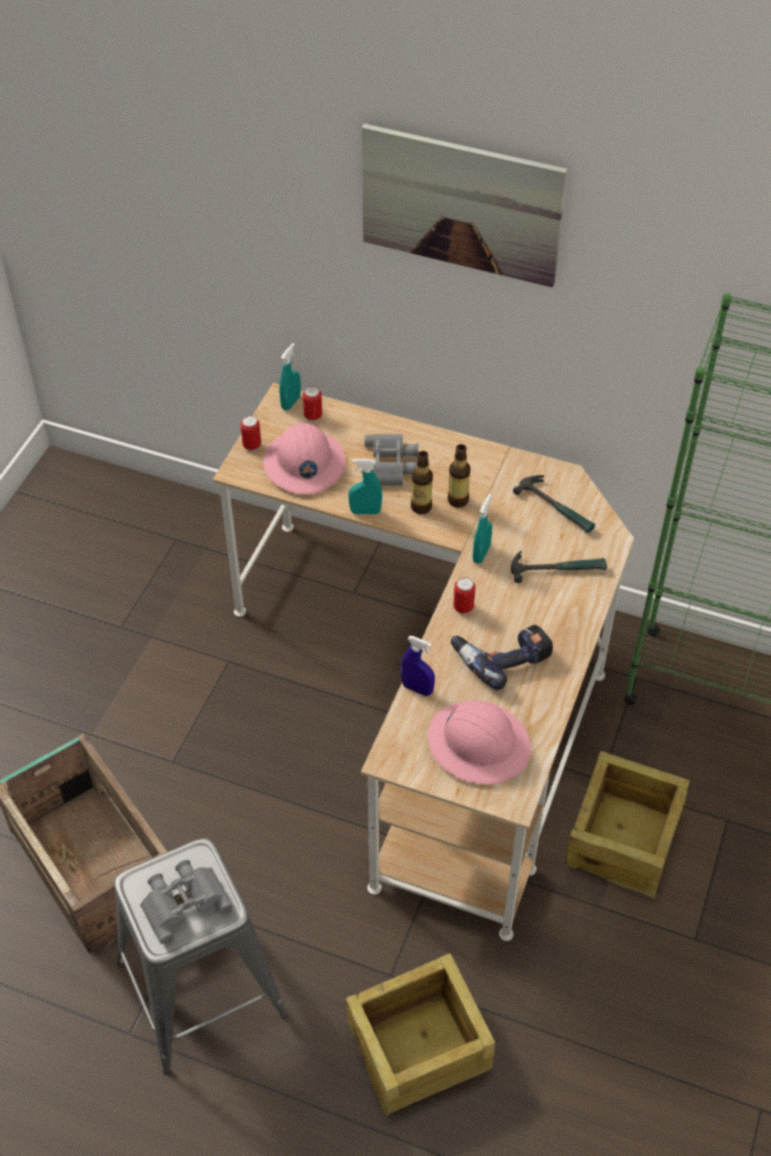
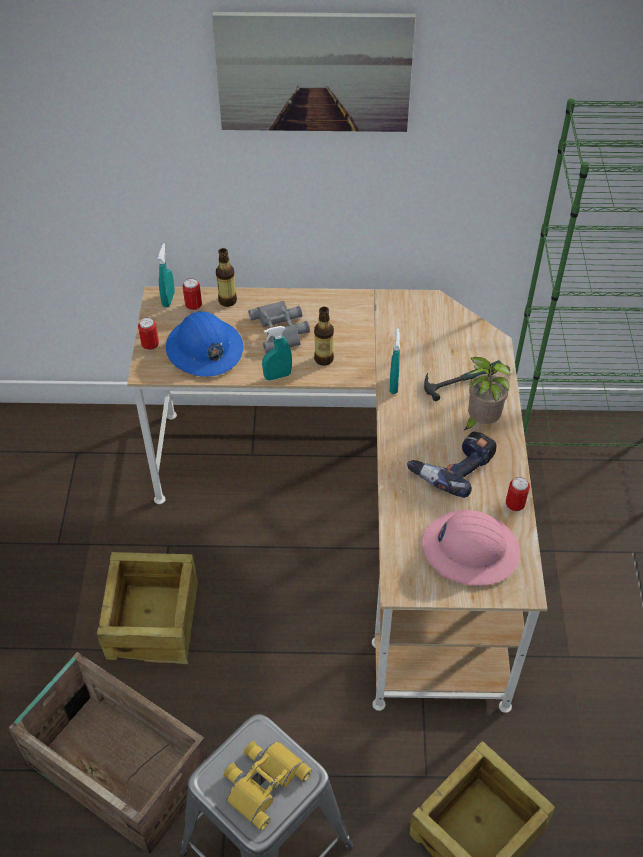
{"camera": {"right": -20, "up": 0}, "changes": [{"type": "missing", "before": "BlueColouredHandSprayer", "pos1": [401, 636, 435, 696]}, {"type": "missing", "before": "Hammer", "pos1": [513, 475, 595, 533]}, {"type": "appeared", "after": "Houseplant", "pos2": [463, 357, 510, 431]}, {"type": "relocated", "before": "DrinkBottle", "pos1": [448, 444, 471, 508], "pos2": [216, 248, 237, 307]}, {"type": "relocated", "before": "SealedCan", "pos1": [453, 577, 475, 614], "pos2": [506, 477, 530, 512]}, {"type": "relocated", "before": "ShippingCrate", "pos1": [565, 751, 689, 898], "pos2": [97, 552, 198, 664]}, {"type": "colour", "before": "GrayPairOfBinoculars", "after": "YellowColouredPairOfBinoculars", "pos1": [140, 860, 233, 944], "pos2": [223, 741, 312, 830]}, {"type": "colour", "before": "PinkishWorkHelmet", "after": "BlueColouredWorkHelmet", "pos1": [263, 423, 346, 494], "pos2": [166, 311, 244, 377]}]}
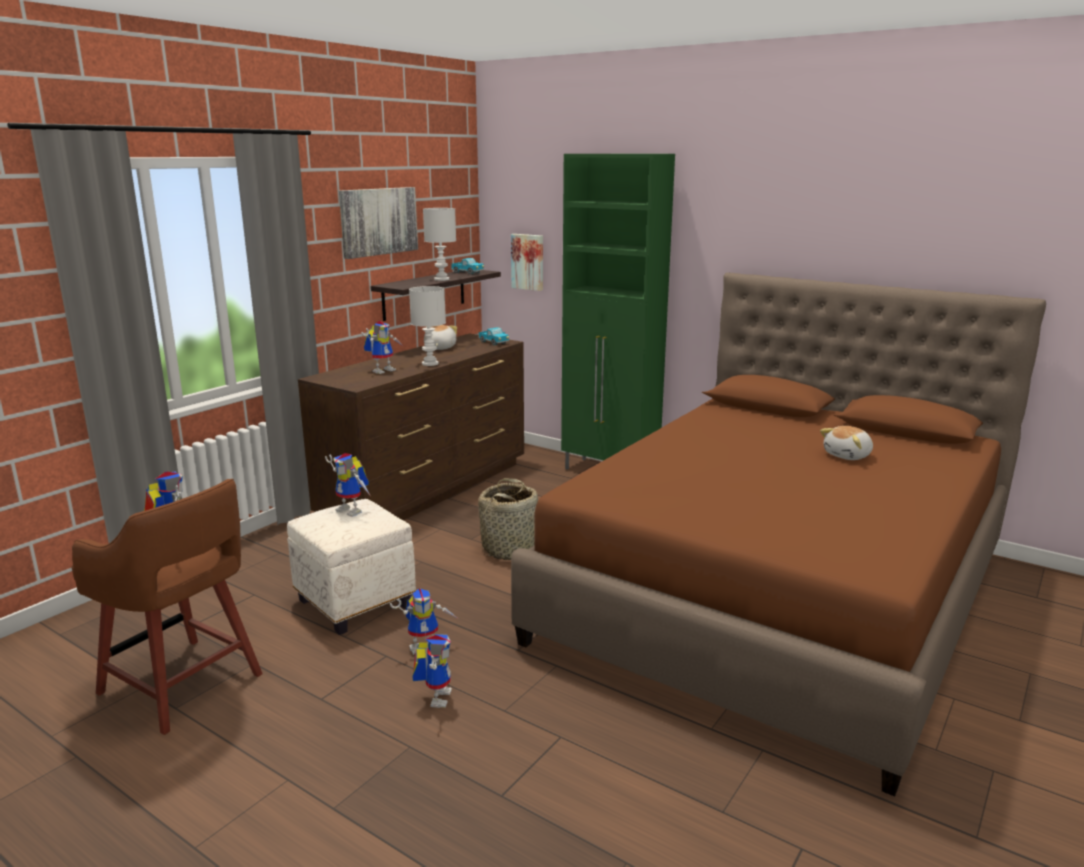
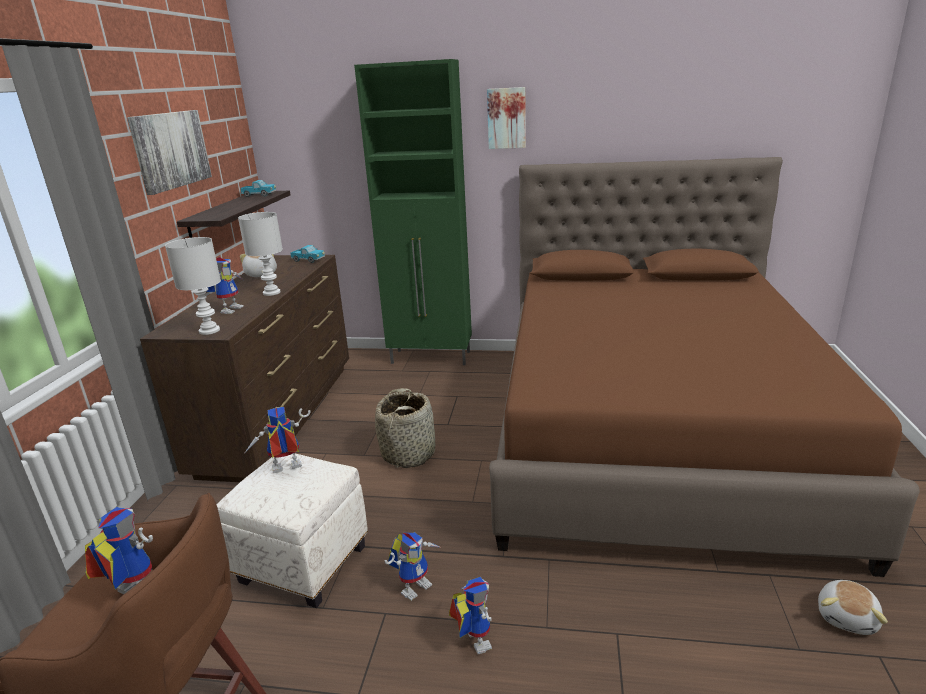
{"camera": {"right": -25, "up": 5}, "changes": [{"type": "relocated", "before": "WhiteTableLamp", "pos1": [423, 208, 456, 281], "pos2": [165, 237, 221, 335]}, {"type": "relocated", "before": "WallArt", "pos1": [511, 234, 543, 291], "pos2": [487, 87, 526, 149]}, {"type": "relocated", "before": "CuddlyToy", "pos1": [820, 426, 873, 460], "pos2": [818, 580, 888, 635]}, {"type": "spun", "before": "RobotFigure", "pos1": [325, 453, 370, 517], "pos2": [245, 407, 311, 473], "turn": 150}]}
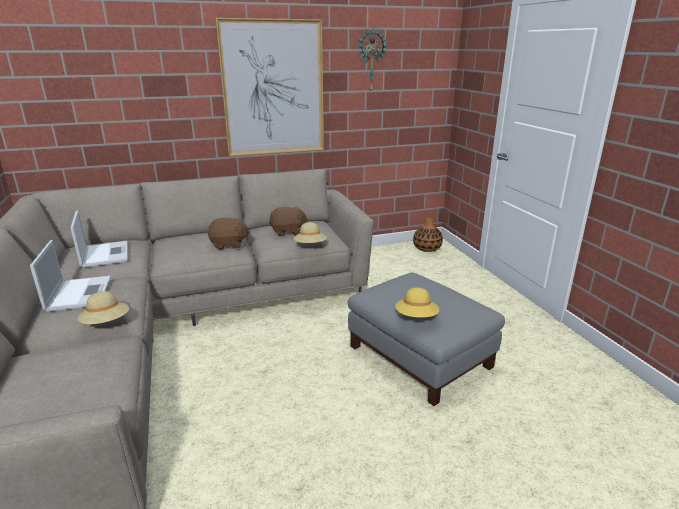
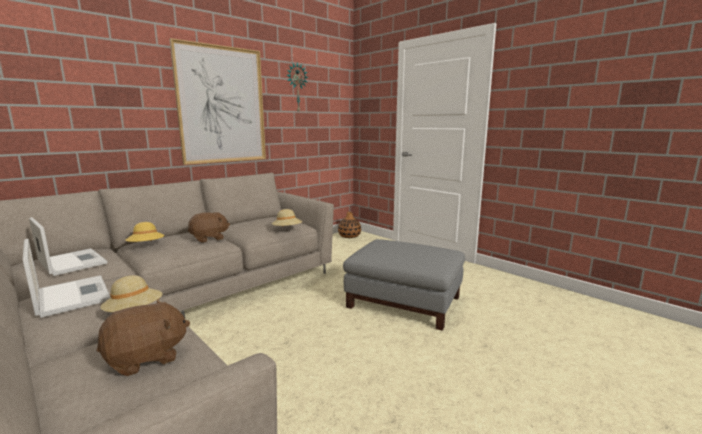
{"camera": {"right": -25, "up": -10}, "changes": [{"type": "relocated", "before": "BrownColouredCuddlyToy", "pos1": [269, 206, 309, 236], "pos2": [97, 299, 190, 376]}, {"type": "relocated", "before": "YellowColouredClothingHat", "pos1": [395, 287, 439, 318], "pos2": [126, 222, 165, 242]}]}
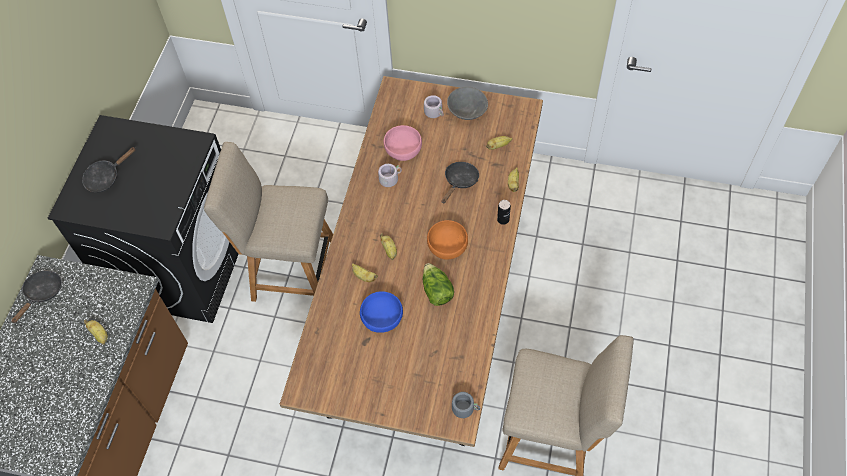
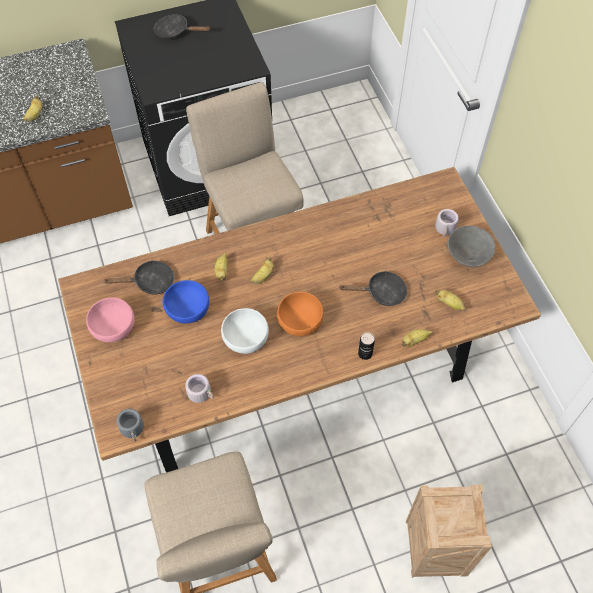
{"camera": {"right": 55, "up": 0}, "changes": [{"type": "appeared", "after": "ShippingCrate", "pos2": [406, 484, 492, 578]}, {"type": "relocated", "before": "BlackColouredSkillet", "pos1": [12, 270, 62, 323], "pos2": [103, 260, 174, 295]}, {"type": "relocated", "before": "GrayMug", "pos1": [378, 164, 402, 187], "pos2": [185, 374, 214, 403]}, {"type": "relocated", "before": "PinkishBowl", "pos1": [384, 125, 422, 161], "pos2": [86, 298, 135, 342]}, {"type": "exchanged", "before": "LettuceHead", "after": "WhiteBowl", "pos1": [423, 263, 454, 306], "pos2": [221, 308, 269, 354]}]}
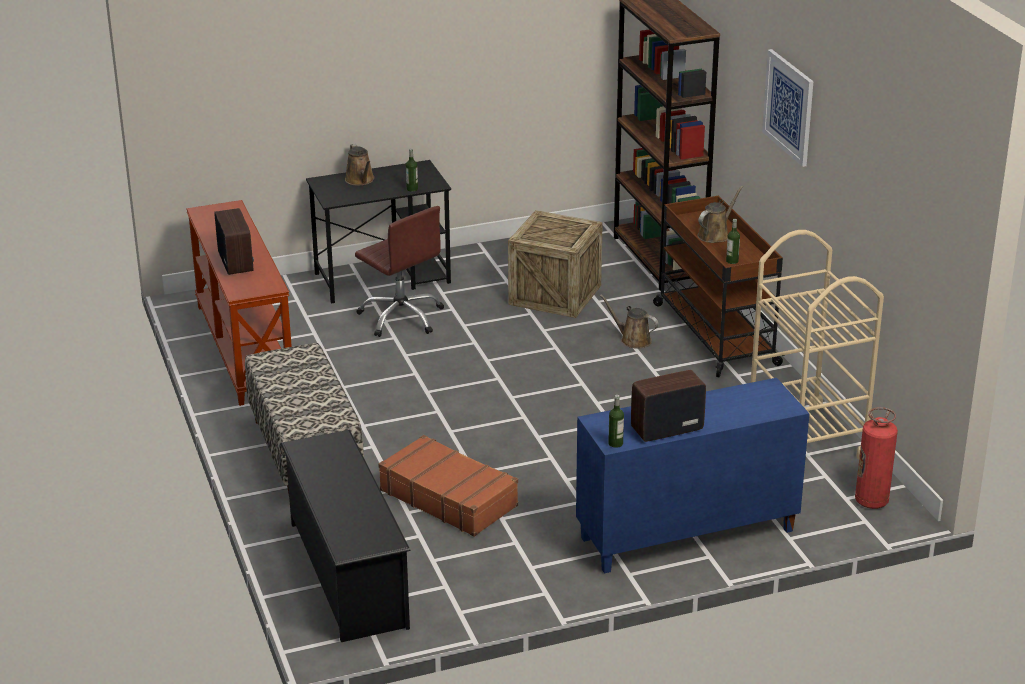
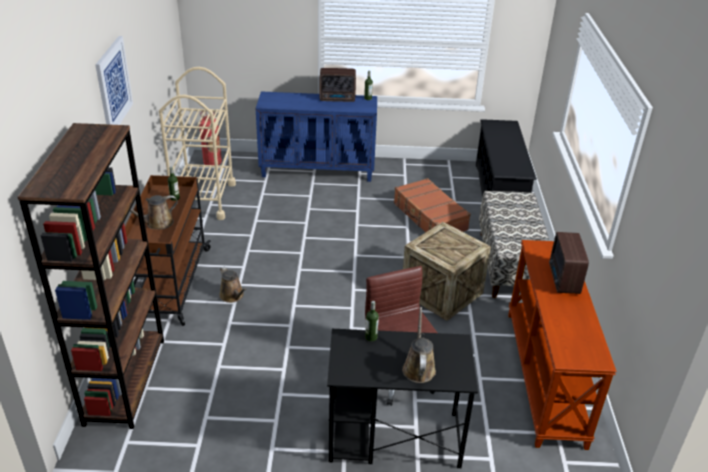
{"camera": {"right": -160, "up": 5}, "changes": [{"type": "relocated", "before": "ShippingCrate", "pos1": [508, 210, 603, 318], "pos2": [403, 222, 491, 321]}]}
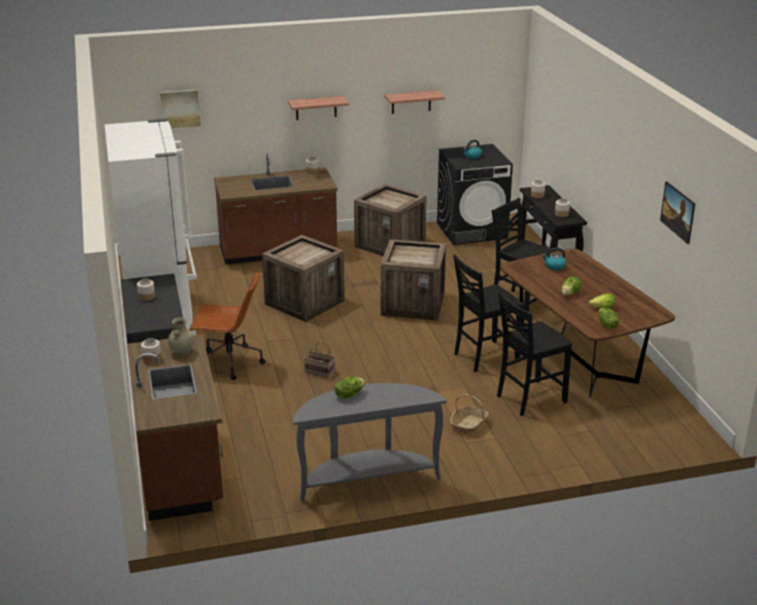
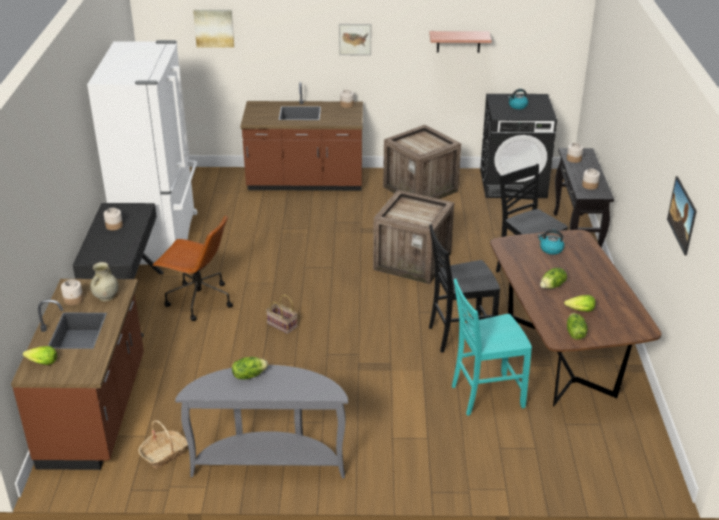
{"camera": {"right": 15, "up": 5}, "changes": [{"type": "missing", "before": "ShippingCrate", "pos1": [262, 235, 345, 322]}, {"type": "appeared", "after": "LettuceHead", "pos2": [23, 346, 57, 365]}, {"type": "relocated", "before": "HouseholdBasket", "pos1": [450, 394, 489, 435], "pos2": [138, 420, 188, 469]}, {"type": "exchanged", "before": "BracketShelf", "after": "WallArt", "pos1": [288, 96, 349, 120], "pos2": [339, 24, 371, 55]}, {"type": "colour", "before": "BlackColouredUprightChair", "after": "TurquoiseColouredUprightChair", "pos1": [497, 292, 572, 416], "pos2": [452, 279, 532, 416]}]}
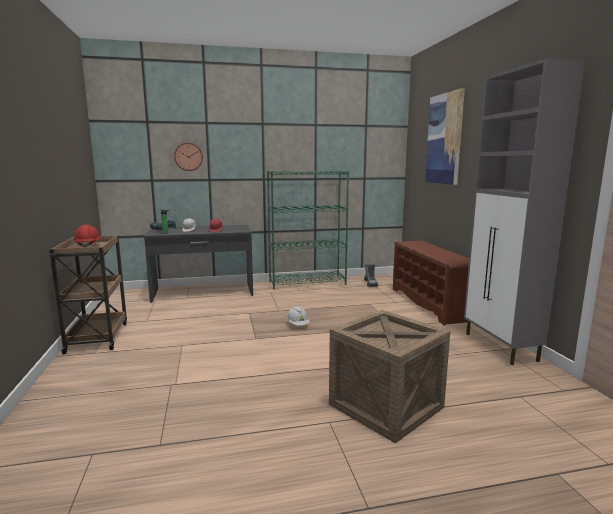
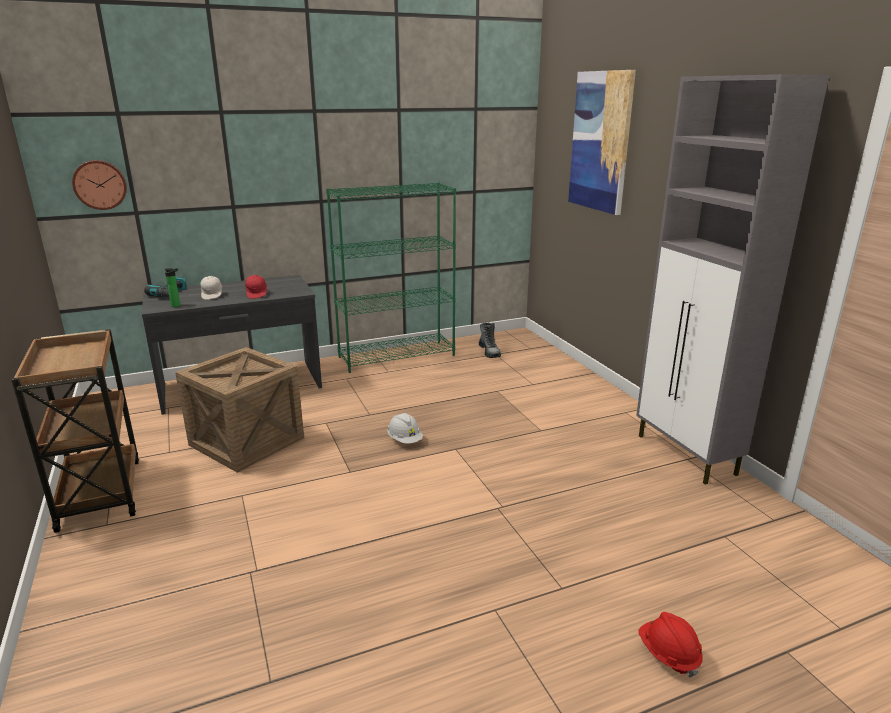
{"camera": {"right": -10, "up": 10}, "changes": [{"type": "missing", "before": "BrownColouredShoeRack", "pos1": [393, 241, 469, 325]}, {"type": "relocated", "before": "RedColouredWorkHelmet", "pos1": [74, 224, 101, 247], "pos2": [638, 612, 703, 677]}, {"type": "relocated", "before": "WallClock", "pos1": [174, 143, 203, 171], "pos2": [72, 160, 127, 210]}, {"type": "relocated", "before": "ShippingCrate", "pos1": [329, 310, 450, 443], "pos2": [175, 347, 304, 473]}]}
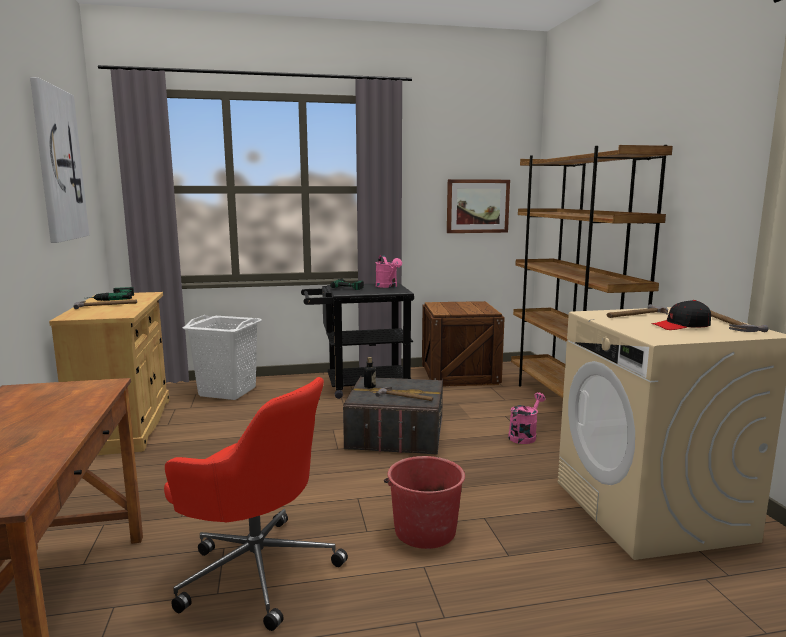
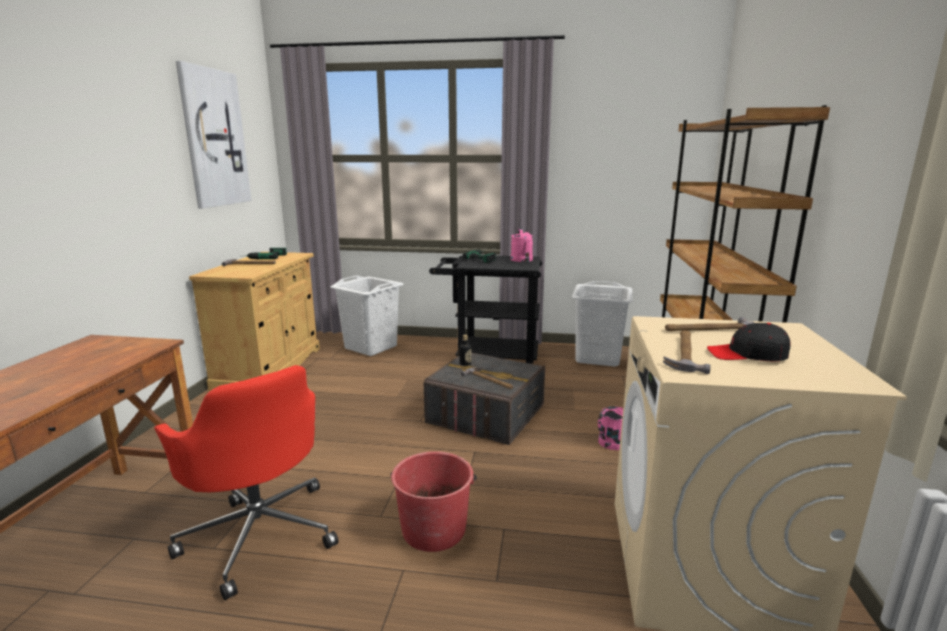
{"camera": {"right": 20, "up": 5}, "changes": [{"type": "missing", "before": "WallArt", "pos1": [447, 179, 510, 233]}, {"type": "relocated", "before": "Hammer", "pos1": [710, 310, 768, 332], "pos2": [663, 330, 711, 374]}, {"type": "exchanged", "before": "ShippingCrate", "after": "WhiteLaundryBasket", "pos1": [422, 301, 505, 386], "pos2": [572, 281, 633, 366]}]}
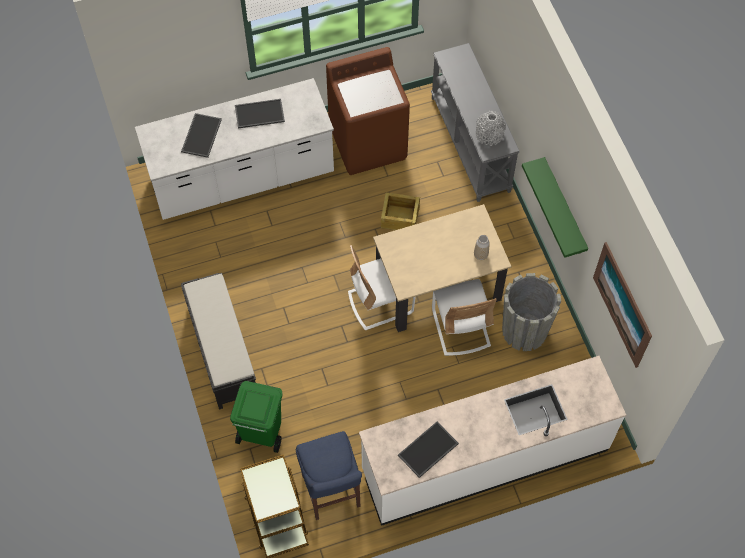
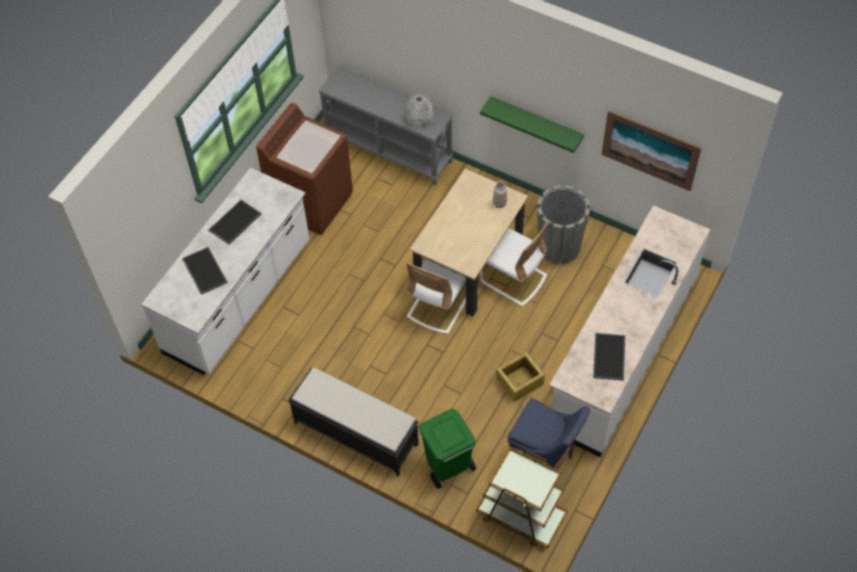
{"camera": {"right": -40, "up": -5}, "changes": [{"type": "relocated", "before": "ShippingCrate", "pos1": [381, 193, 420, 230], "pos2": [496, 351, 545, 402]}]}
